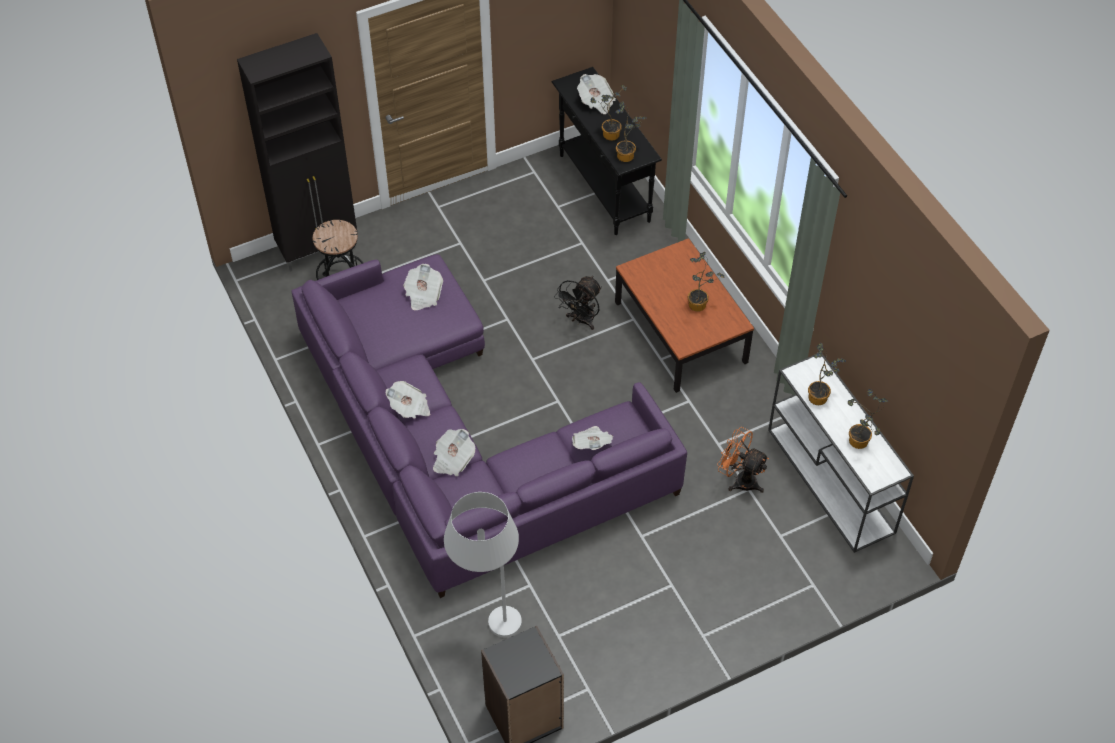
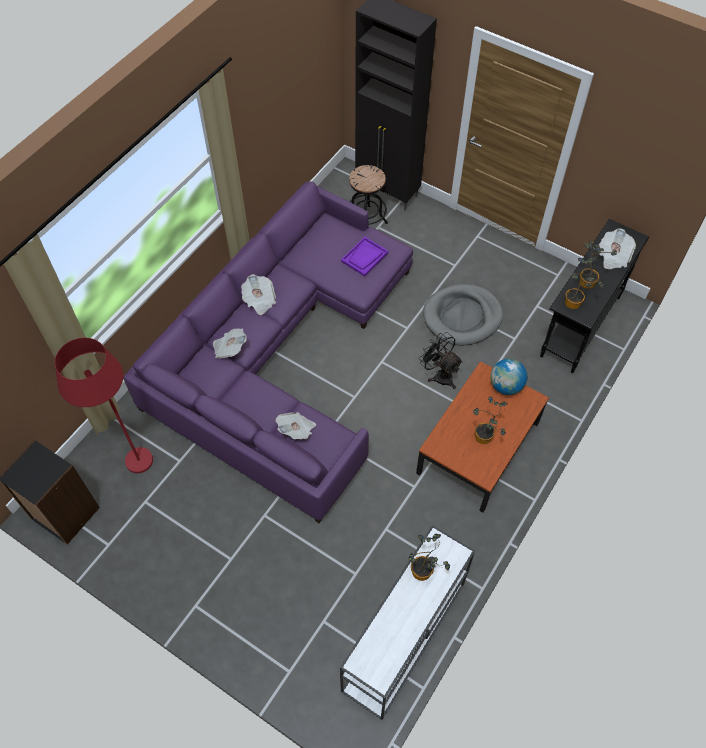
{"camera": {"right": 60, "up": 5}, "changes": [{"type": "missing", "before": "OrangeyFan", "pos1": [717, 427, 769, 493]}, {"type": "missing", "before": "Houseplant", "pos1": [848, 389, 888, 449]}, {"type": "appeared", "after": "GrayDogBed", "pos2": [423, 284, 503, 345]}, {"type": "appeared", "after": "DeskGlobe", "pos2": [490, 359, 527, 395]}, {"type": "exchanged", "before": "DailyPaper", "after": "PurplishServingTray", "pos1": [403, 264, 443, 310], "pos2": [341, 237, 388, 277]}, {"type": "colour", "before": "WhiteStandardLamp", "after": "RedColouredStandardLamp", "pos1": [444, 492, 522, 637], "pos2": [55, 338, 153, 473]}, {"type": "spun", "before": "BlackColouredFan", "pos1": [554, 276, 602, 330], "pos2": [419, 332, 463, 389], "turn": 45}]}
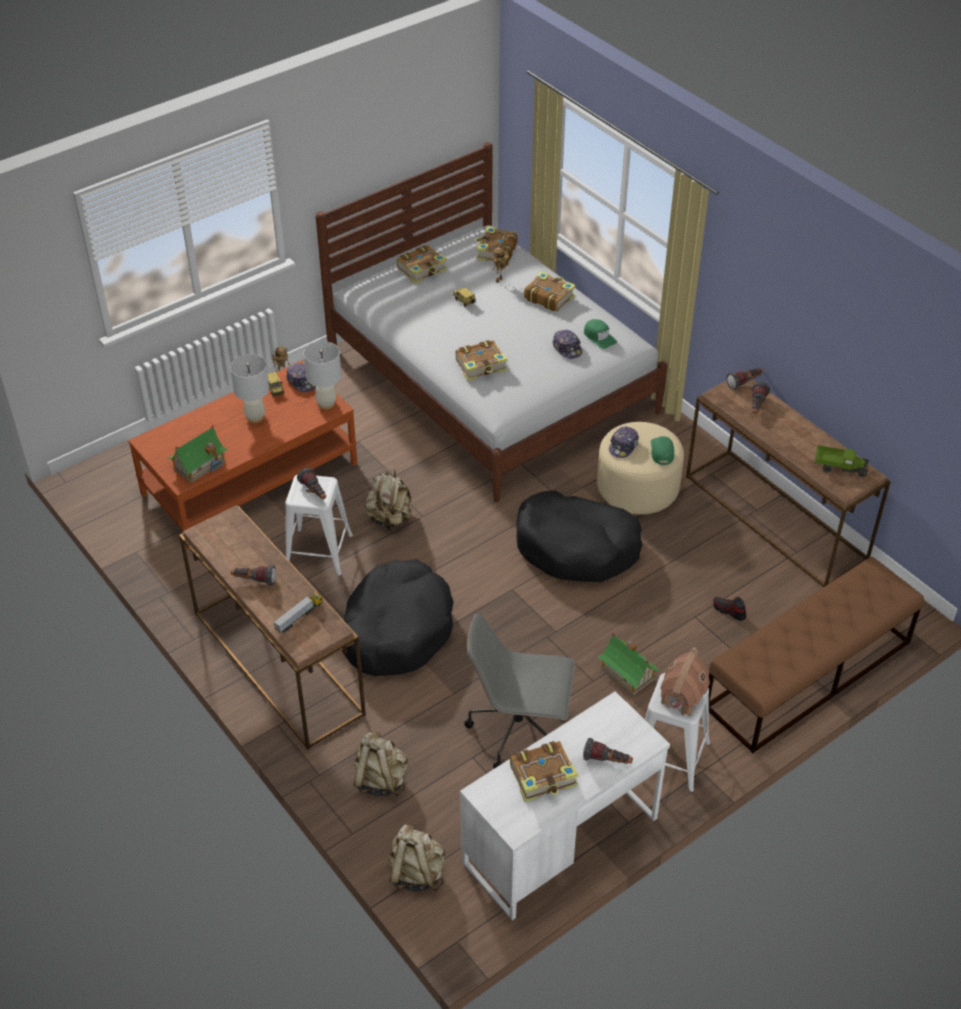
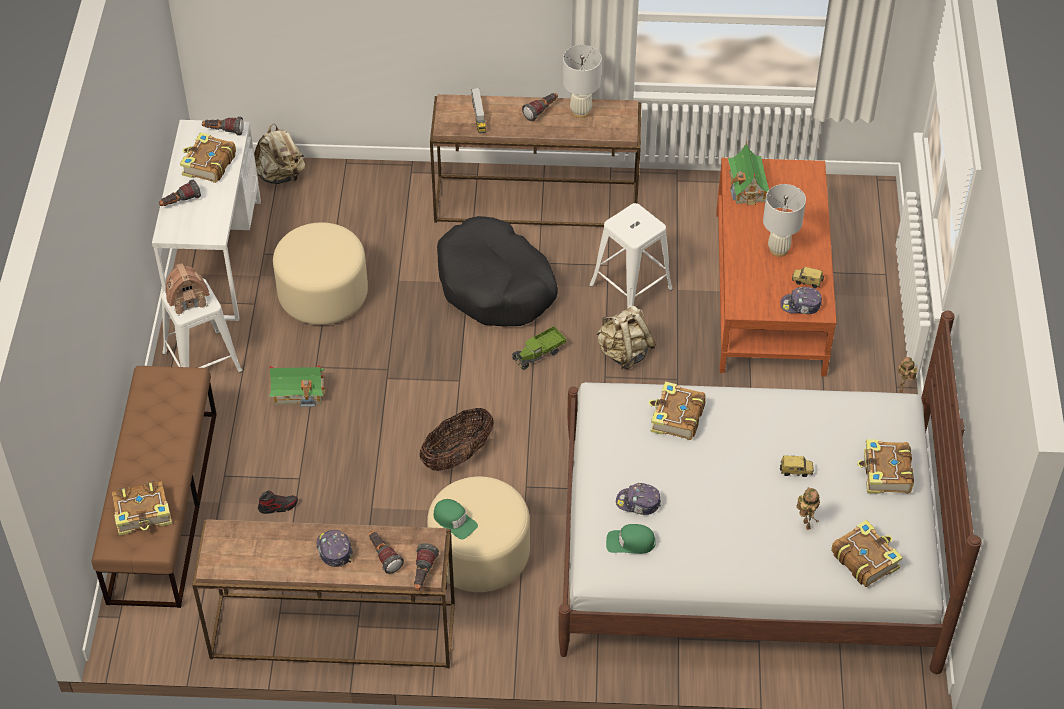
{"camera": {"right": 130, "up": 5}, "changes": [{"type": "missing", "before": "SandColouredBackpack", "pos1": [353, 732, 408, 796]}, {"type": "relocated", "before": "HandTorch", "pos1": [297, 467, 326, 499], "pos2": [202, 116, 244, 136]}, {"type": "relocated", "before": "WhiteTableLamp", "pos1": [304, 341, 341, 409], "pos2": [563, 45, 602, 118]}, {"type": "relocated", "before": "Book", "pos1": [524, 271, 576, 311], "pos2": [112, 481, 172, 535]}, {"type": "relocated", "before": "Cap", "pos1": [609, 426, 639, 458], "pos2": [316, 530, 353, 567]}, {"type": "relocated", "before": "ToyTruck", "pos1": [815, 445, 869, 477], "pos2": [512, 326, 566, 370]}, {"type": "exchanged", "before": "GrayOfficeChair", "after": "SandColouredOttoman", "pos1": [464, 612, 575, 769], "pos2": [273, 222, 368, 325]}, {"type": "exchanged", "before": "BlackColouredDogBed", "after": "HouseholdBasket", "pos1": [517, 490, 643, 582], "pos2": [419, 408, 494, 471]}]}
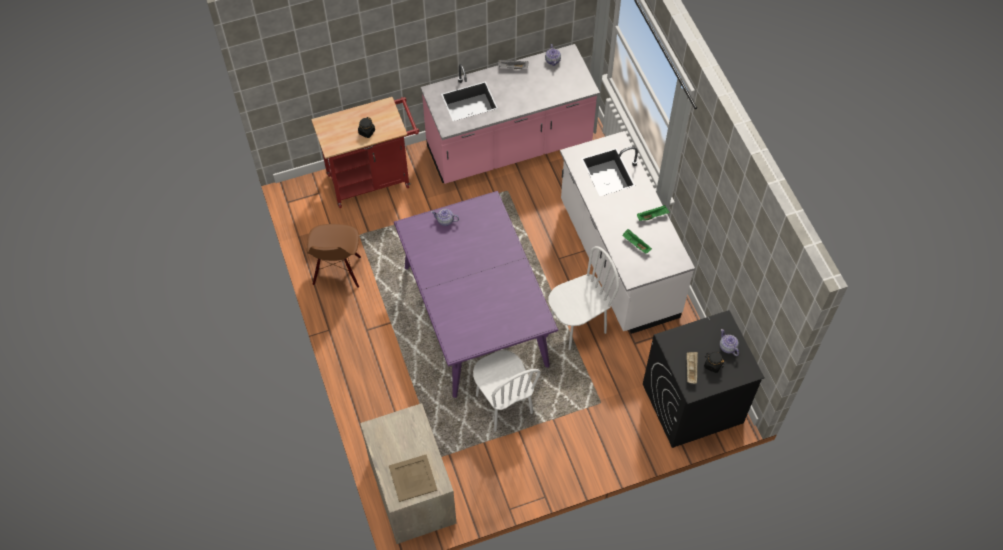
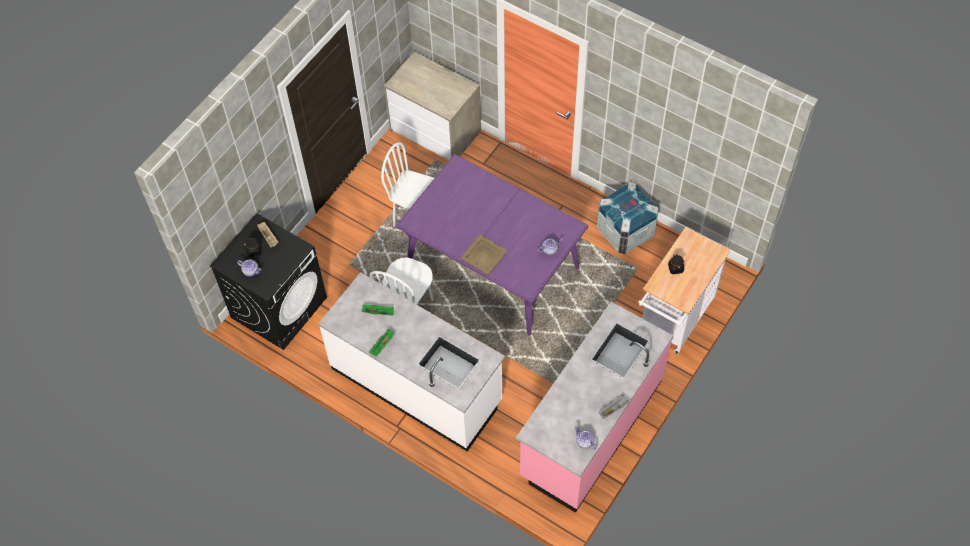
{"camera": {"right": 145, "up": 0}, "changes": [{"type": "relocated", "before": "SandColouredServingTray", "pos1": [389, 454, 438, 502], "pos2": [461, 234, 508, 275]}, {"type": "exchanged", "before": "BrownColouredUprightChair", "after": "ShippingCrate", "pos1": [307, 224, 361, 288], "pos2": [597, 182, 659, 254]}, {"type": "colour", "before": "RedColouredCart", "after": "WhiteCart", "pos1": [311, 97, 419, 208], "pos2": [638, 227, 730, 354]}]}
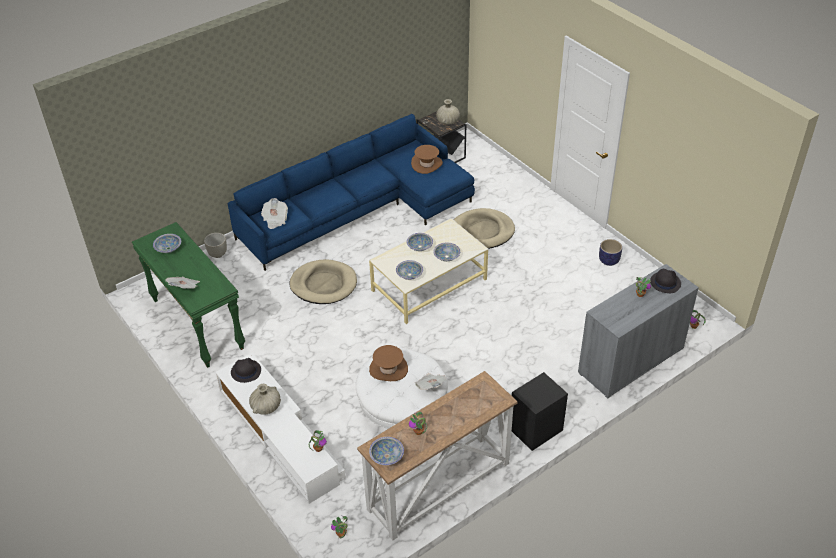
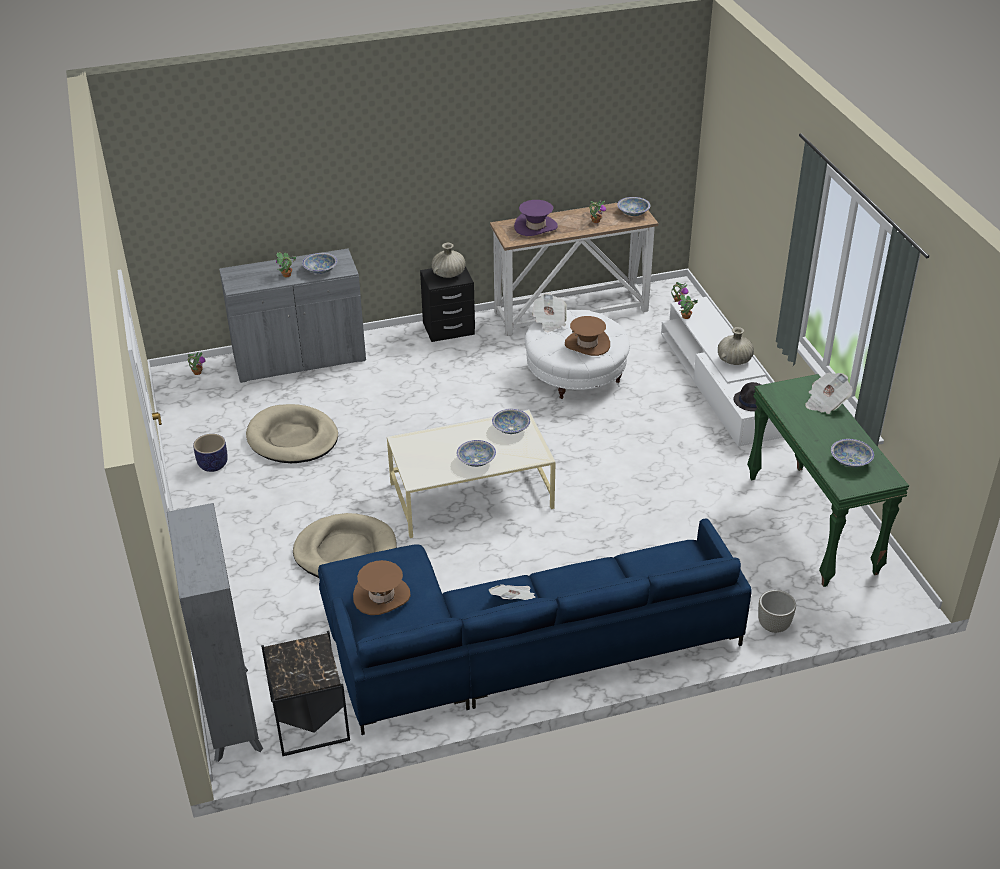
{"camera": {"right": -160, "up": -5}, "changes": [{"type": "missing", "before": "BlackColouredClothingHat", "pos1": [650, 269, 681, 293]}, {"type": "appeared", "after": "GrayBookshelf", "pos2": [167, 503, 263, 762]}, {"type": "appeared", "after": "PurplishClothingHat", "pos2": [514, 200, 558, 236]}, {"type": "relocated", "before": "DailyPaper", "pos1": [261, 198, 288, 229], "pos2": [489, 584, 536, 600]}, {"type": "relocated", "before": "SandColouredDogBed", "pos1": [290, 259, 357, 304], "pos2": [246, 404, 338, 463]}, {"type": "relocated", "before": "Bowl", "pos1": [433, 243, 460, 261], "pos2": [302, 253, 337, 274]}, {"type": "relocated", "before": "SandColouredDecorativeVase", "pos1": [436, 99, 460, 125], "pos2": [431, 243, 465, 278]}]}
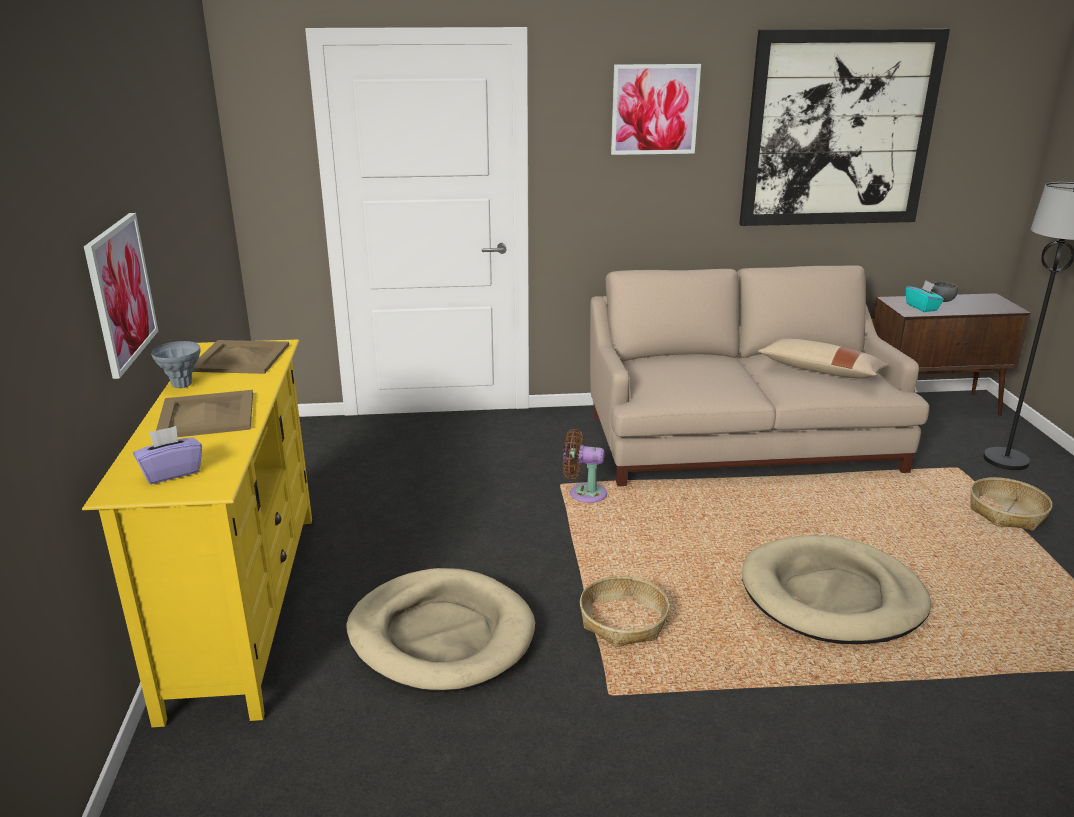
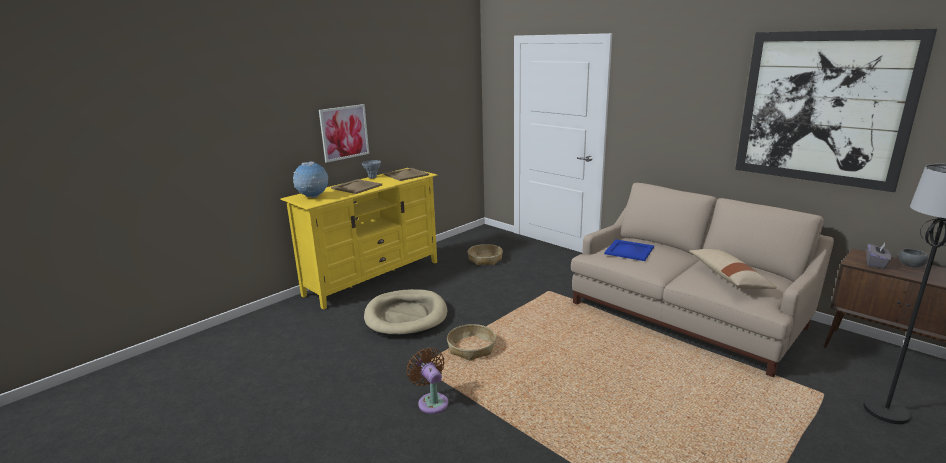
{"camera": {"right": 50, "up": -5}, "changes": [{"type": "missing", "before": "WallArt", "pos1": [611, 64, 701, 155]}, {"type": "missing", "before": "SandColouredDogBed", "pos1": [742, 535, 931, 644]}, {"type": "appeared", "after": "BlueColouredServingTray", "pos2": [604, 239, 654, 261]}, {"type": "relocated", "before": "BrownColouredFan", "pos1": [563, 429, 607, 503], "pos2": [406, 348, 449, 414]}, {"type": "relocated", "before": "HouseholdBasket", "pos1": [970, 477, 1052, 531], "pos2": [468, 244, 503, 265]}, {"type": "exchanged", "before": "PurplishTissueHolder", "after": "DeskGlobe", "pos1": [133, 426, 202, 484], "pos2": [293, 161, 328, 198]}, {"type": "colour", "before": "TurquoiseColouredTissueHolder", "after": "GrayTissueHolder", "pos1": [906, 281, 944, 312], "pos2": [866, 243, 891, 269]}]}
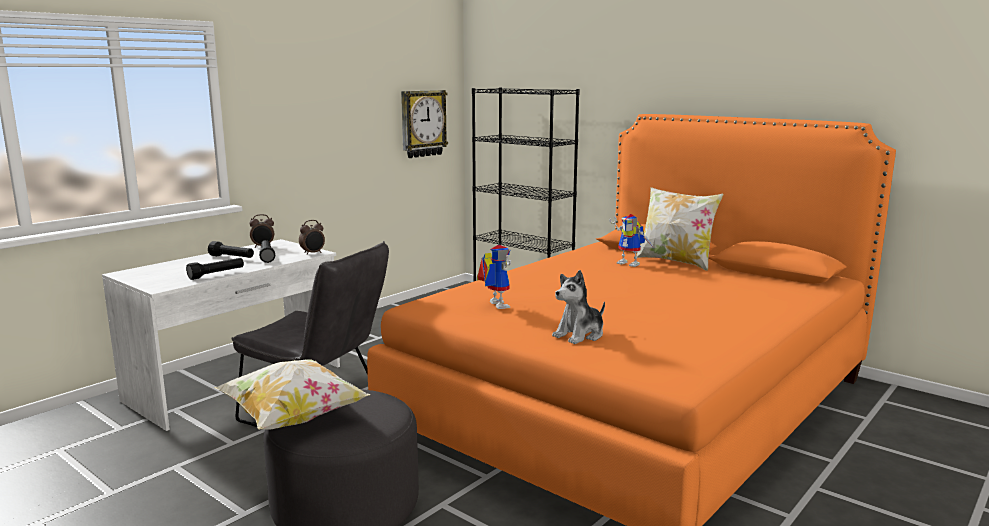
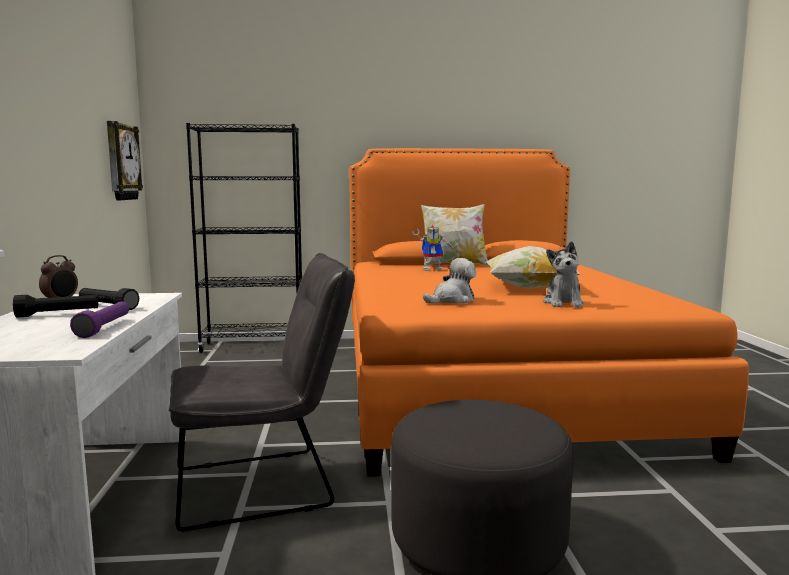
{"camera": {"right": -45, "up": -5}, "changes": [{"type": "missing", "before": "TableClock", "pos1": [299, 220, 325, 255]}, {"type": "relocated", "before": "Pillow", "pos1": [214, 359, 370, 430], "pos2": [486, 246, 580, 289]}, {"type": "exchanged", "before": "RobotFigure", "after": "CuddlyToy", "pos1": [477, 245, 511, 309], "pos2": [423, 258, 476, 303]}, {"type": "colour", "before": "BlackColouredHandTorch", "after": "PurplishHandTorch", "pos1": [186, 258, 244, 280], "pos2": [70, 301, 129, 338]}]}
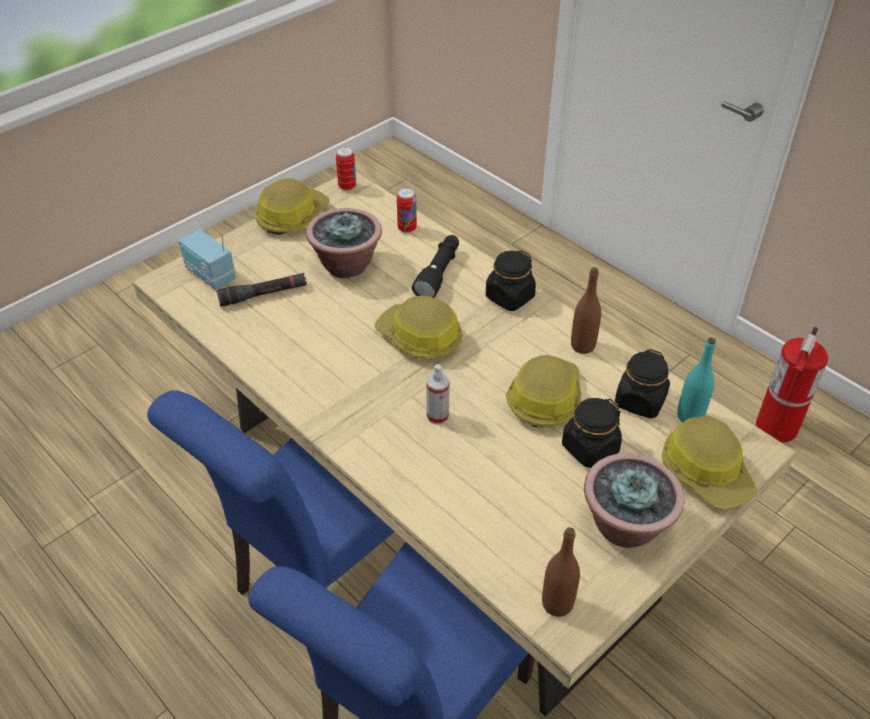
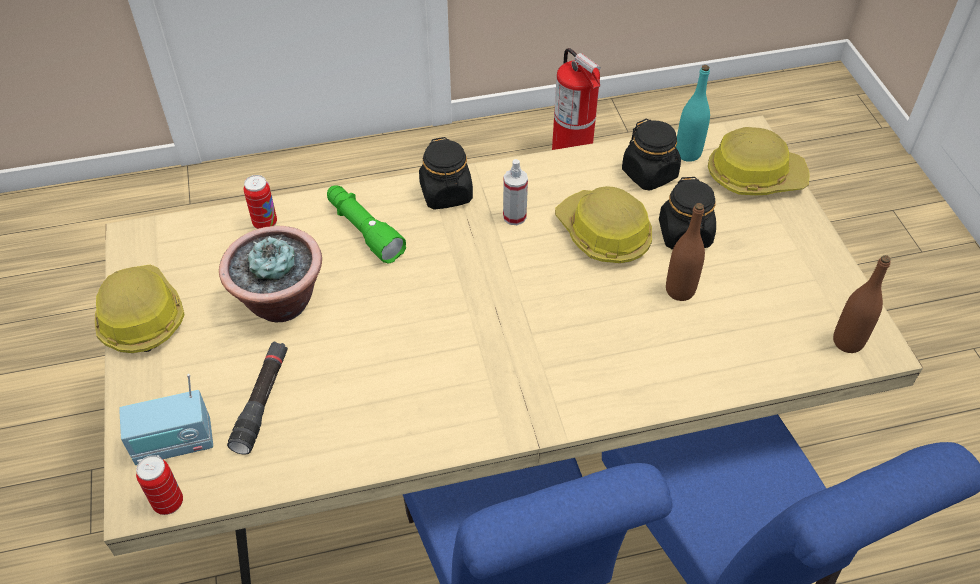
{"camera": {"right": -60, "up": 5}, "changes": [{"type": "missing", "before": "WorkHelmet", "pos1": [375, 296, 462, 359]}, {"type": "missing", "before": "Houseplant", "pos1": [584, 453, 684, 548]}, {"type": "relocated", "before": "SealedCan", "pos1": [336, 147, 356, 191], "pos2": [136, 455, 183, 515]}, {"type": "relocated", "before": "HandSprayer", "pos1": [426, 364, 450, 425], "pos2": [503, 159, 528, 225]}, {"type": "relocated", "before": "BrownColouredDrinkBottle", "pos1": [571, 267, 601, 354], "pos2": [666, 203, 705, 301]}, {"type": "colour", "before": "BlackColouredHandTorch", "after": "GreenHandTorch", "pos1": [412, 235, 459, 298], "pos2": [327, 185, 406, 264]}]}
